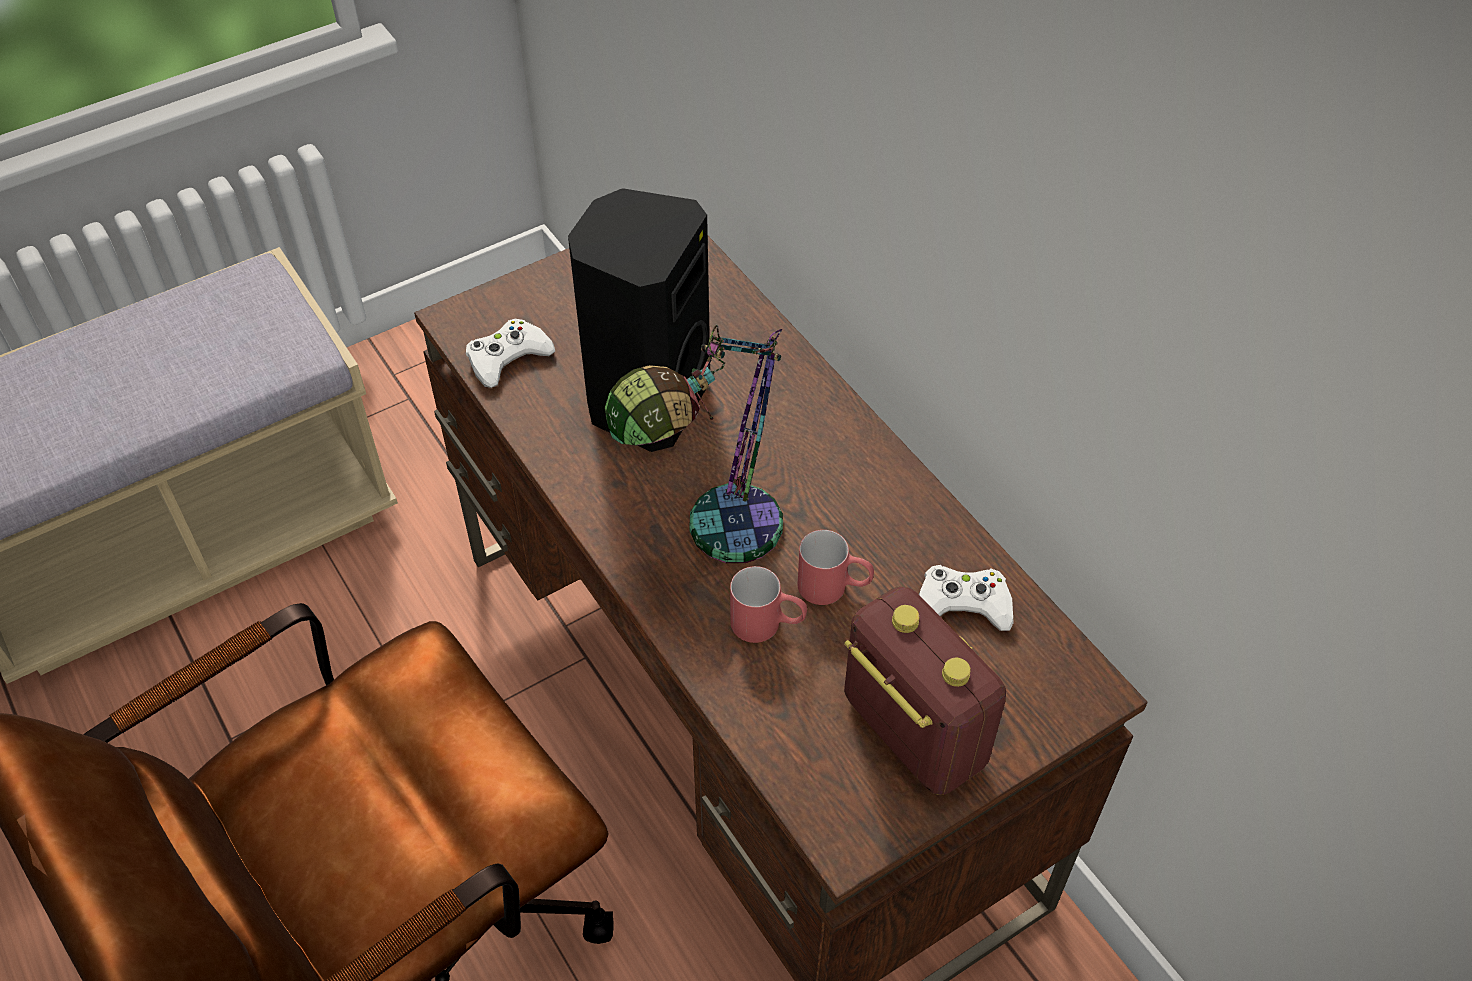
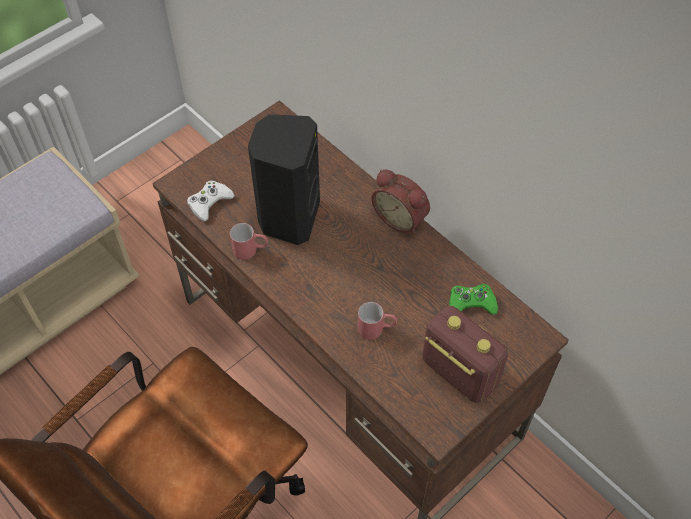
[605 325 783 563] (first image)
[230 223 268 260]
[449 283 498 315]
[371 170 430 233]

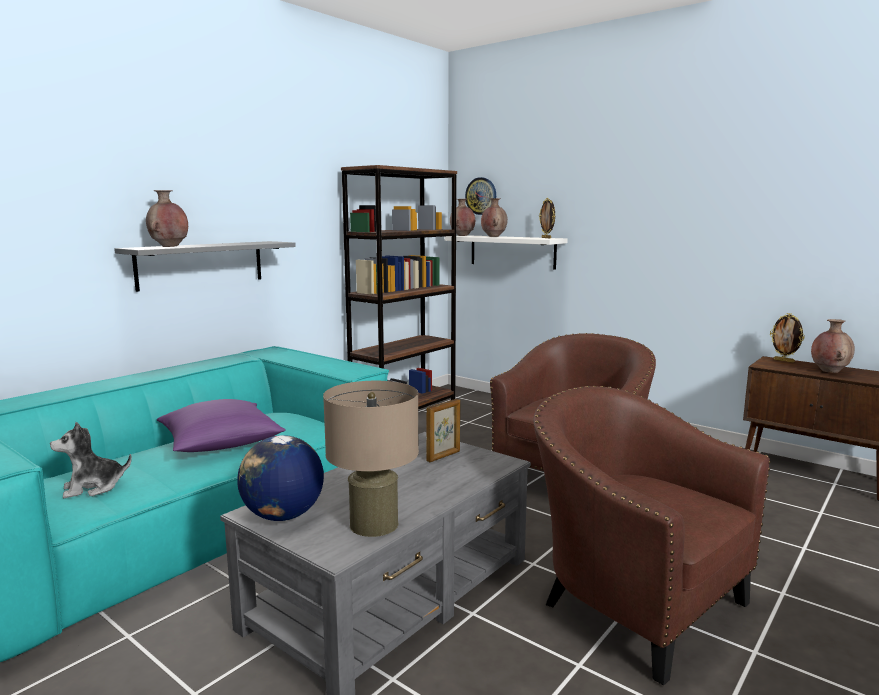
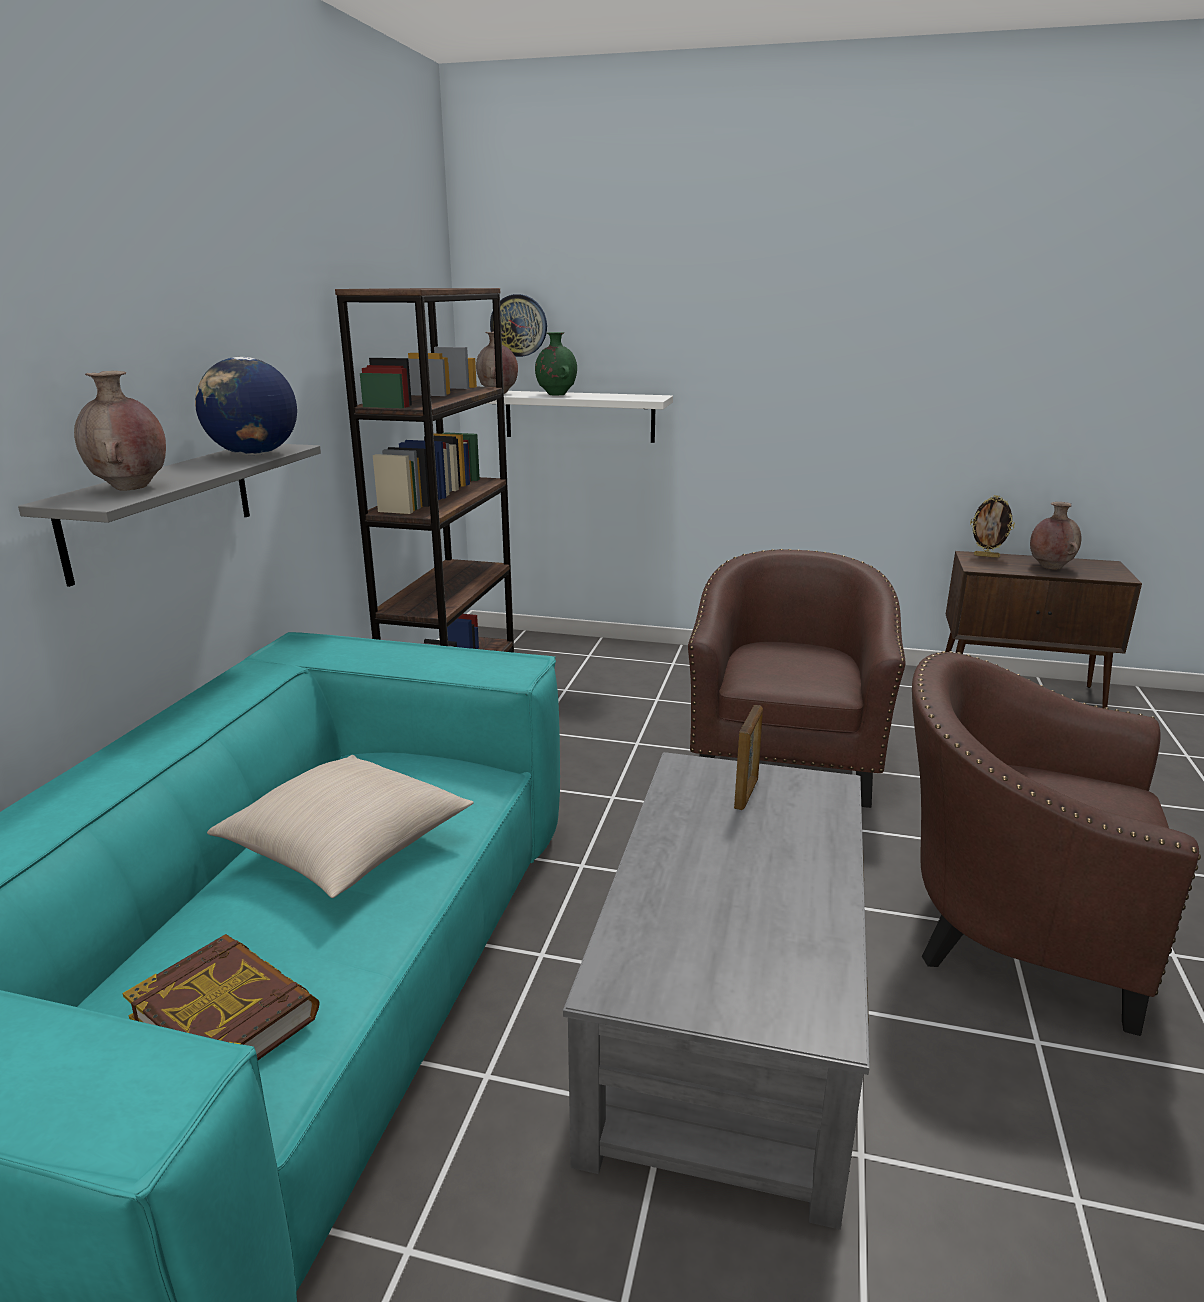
[122 934 320 1060]
[207 755 474 898]
[195 357 297 455]
[323 381 419 537] (first image)
[535 332 577 396]
[539 198 555 238] (first image)

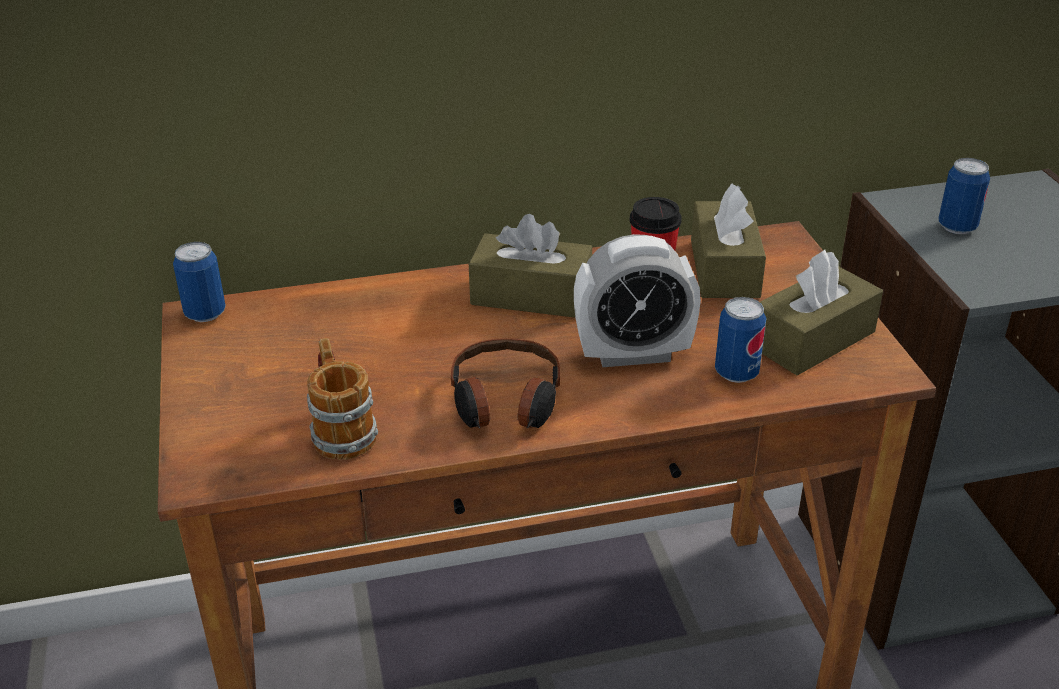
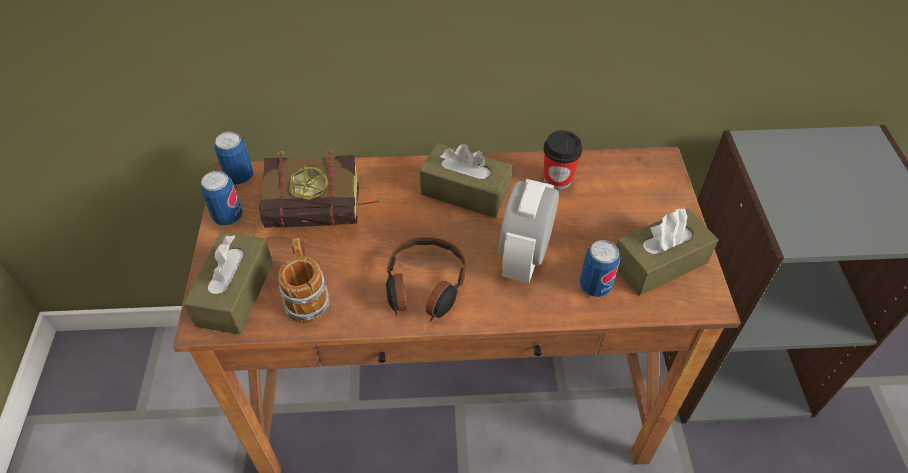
[498 179 559 283]
[183 232 273 334]
[201 171 243 226]
[259 149 383 228]

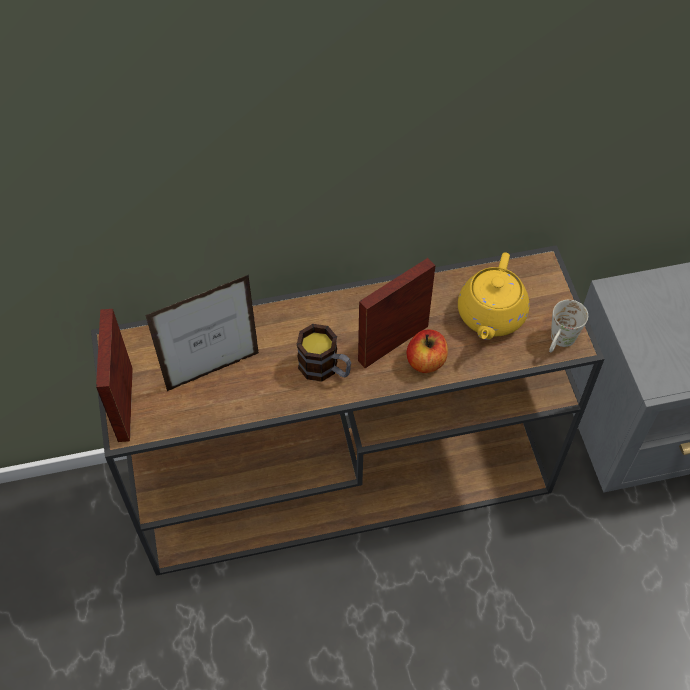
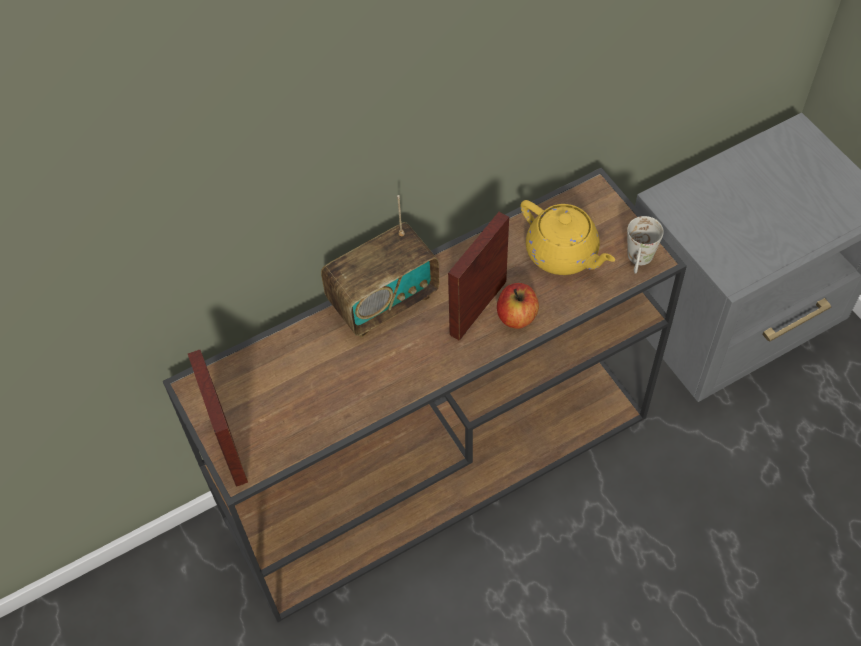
[145 274 259 391] (first image)
[297 324 351 382] (first image)
[520 200 615 275]
[321 195 439 338]

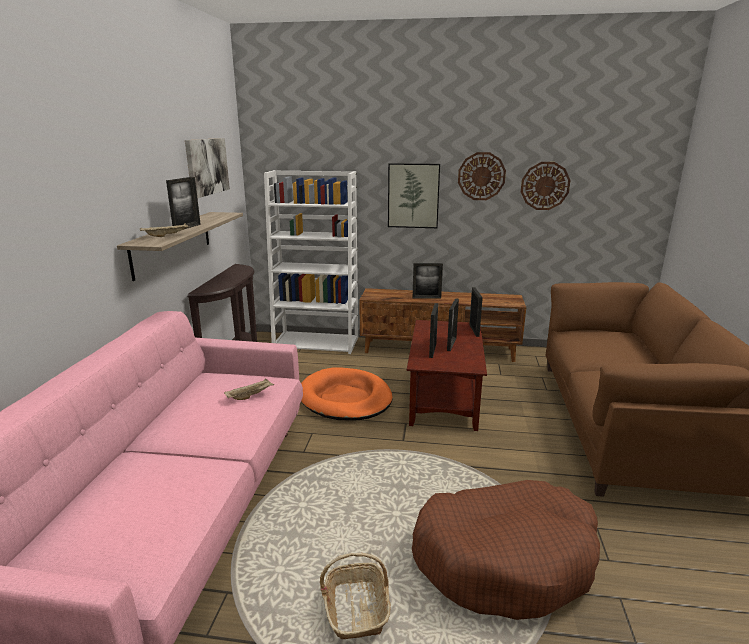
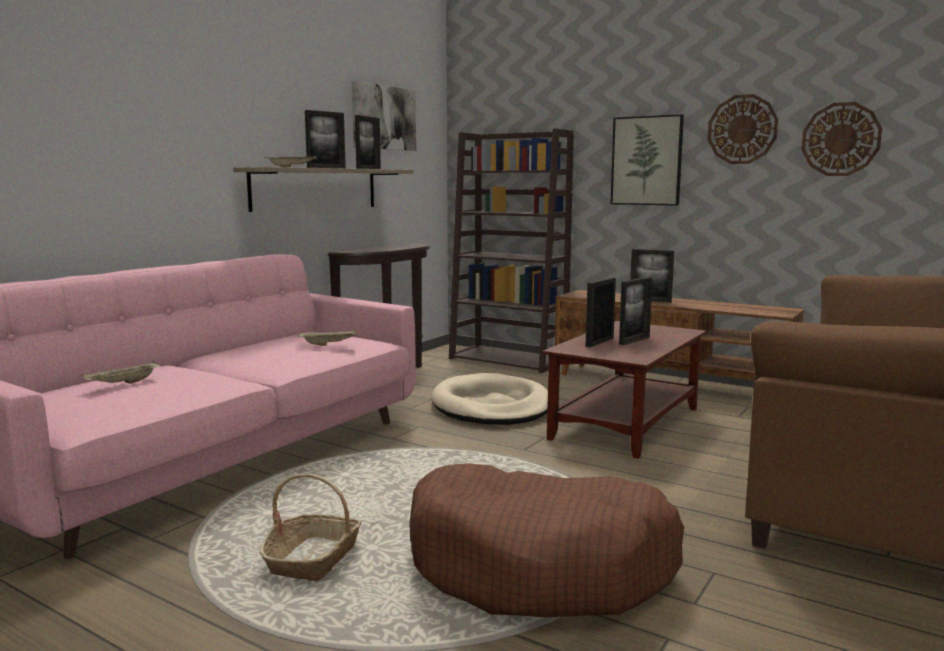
[449 128 574 374]
[431 373 548 425]
[355 115 381 169]
[82 360 161 384]

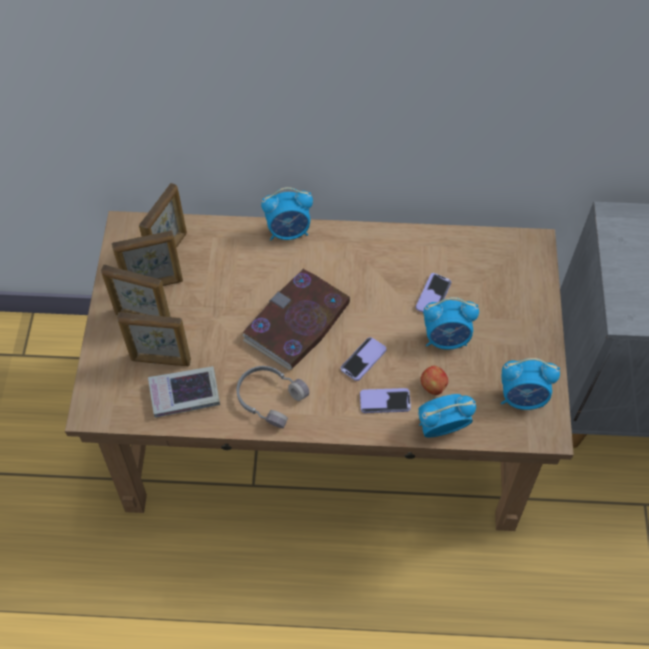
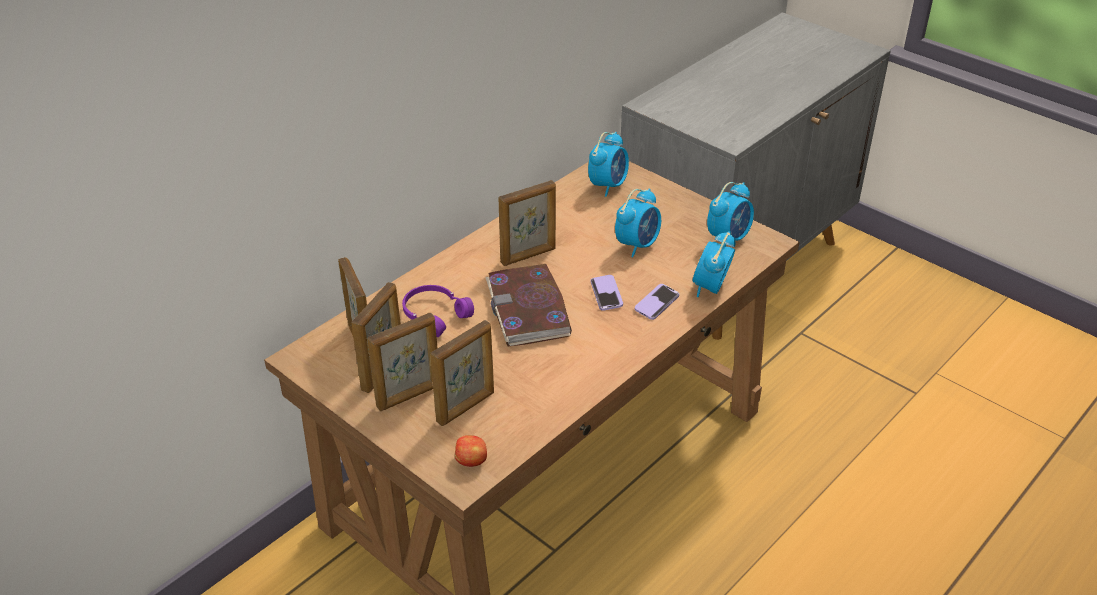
[148 366 220 418] (first image)
[237 366 309 428] (first image)
[588 132 629 197]
[416 273 451 313] (first image)
[455 435 487 467]
[402 285 474 337]
[498 180 556 266]

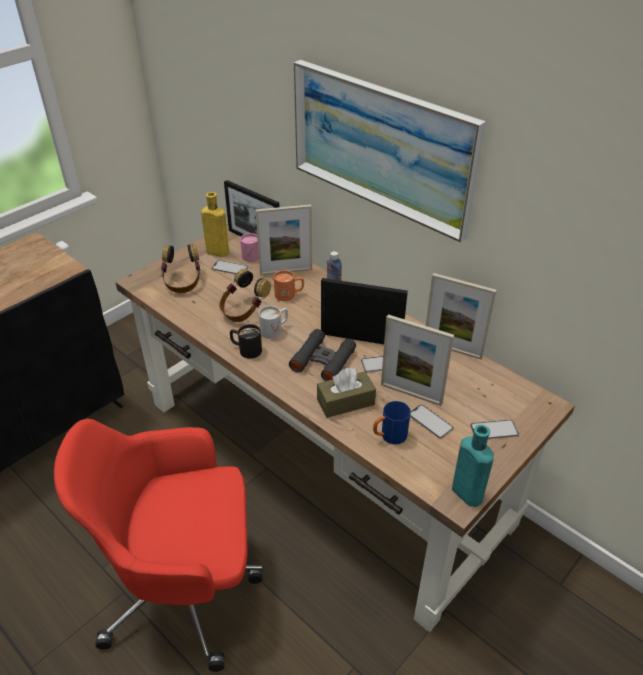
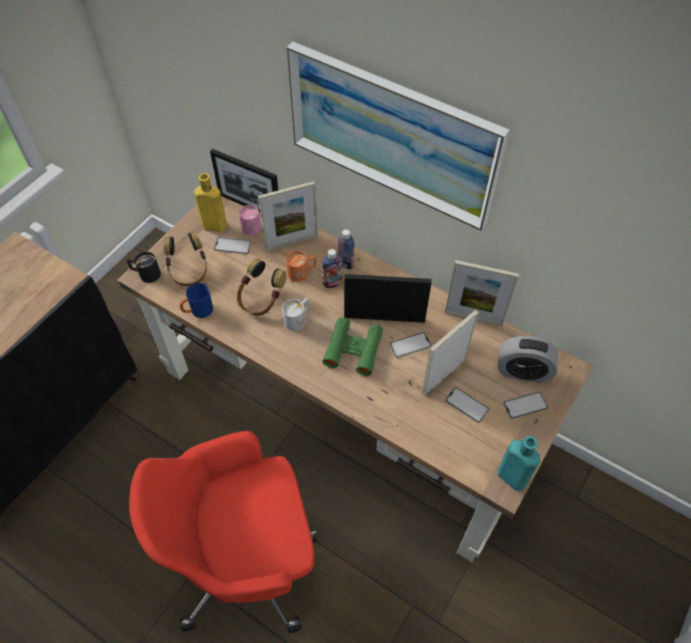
[127 252 161 283]
[323 317 383 376]
[317 368 376 418] (first image)
[180 283 213 318]
[422 310 479 396]
[322 249 343 288]
[498 336 558 383]

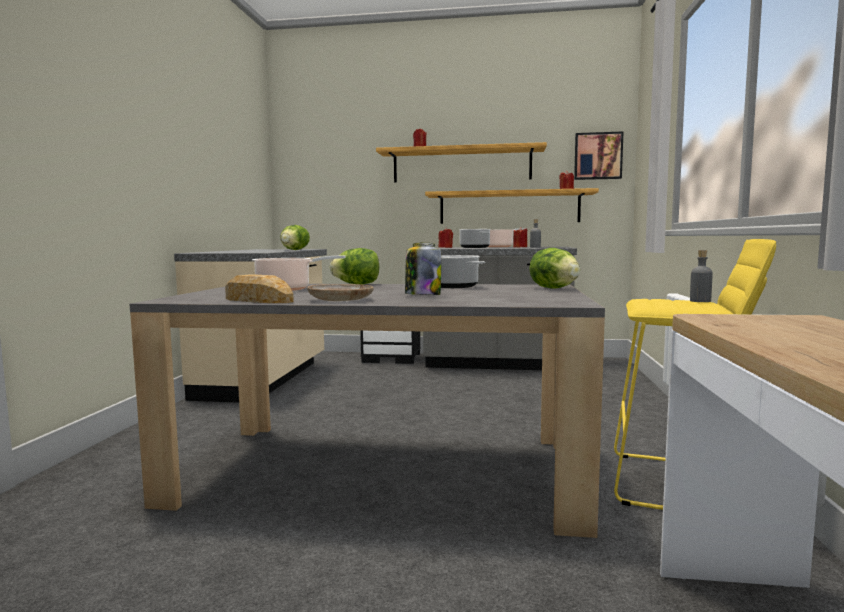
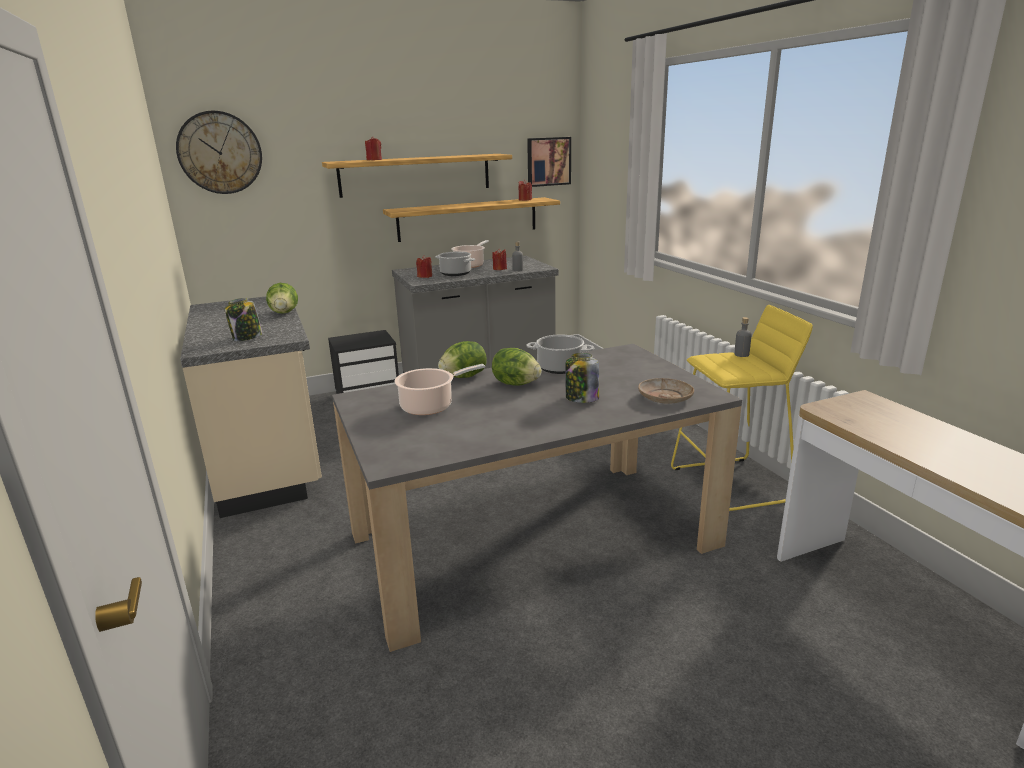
[225 274 294 303] (first image)
[638 378 694 404]
[492 348 542 386]
[176 111 262 194]
[225 298 263 341]

